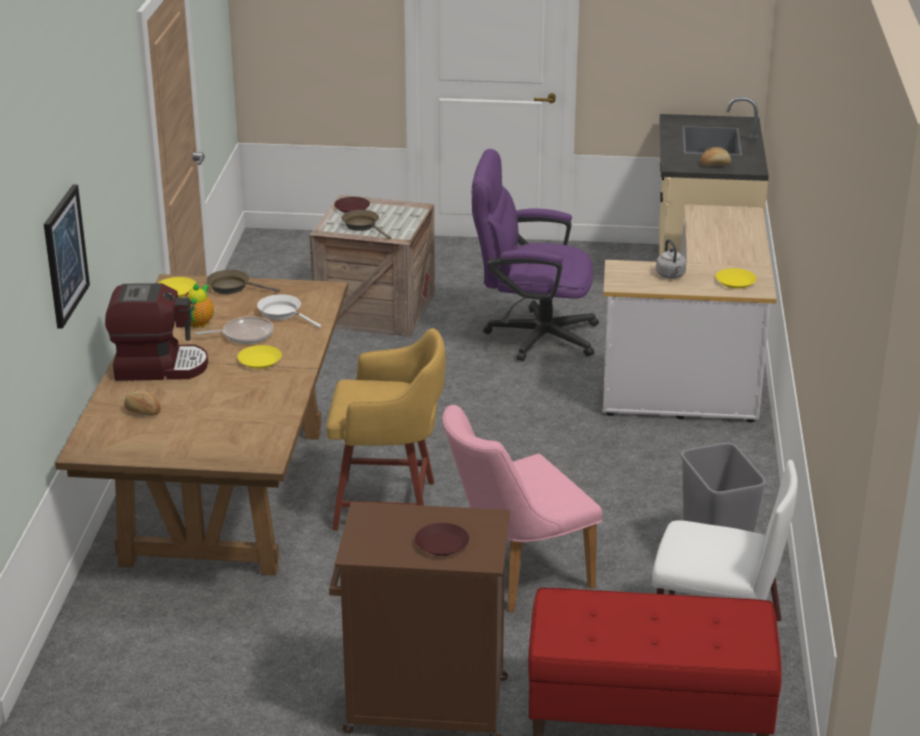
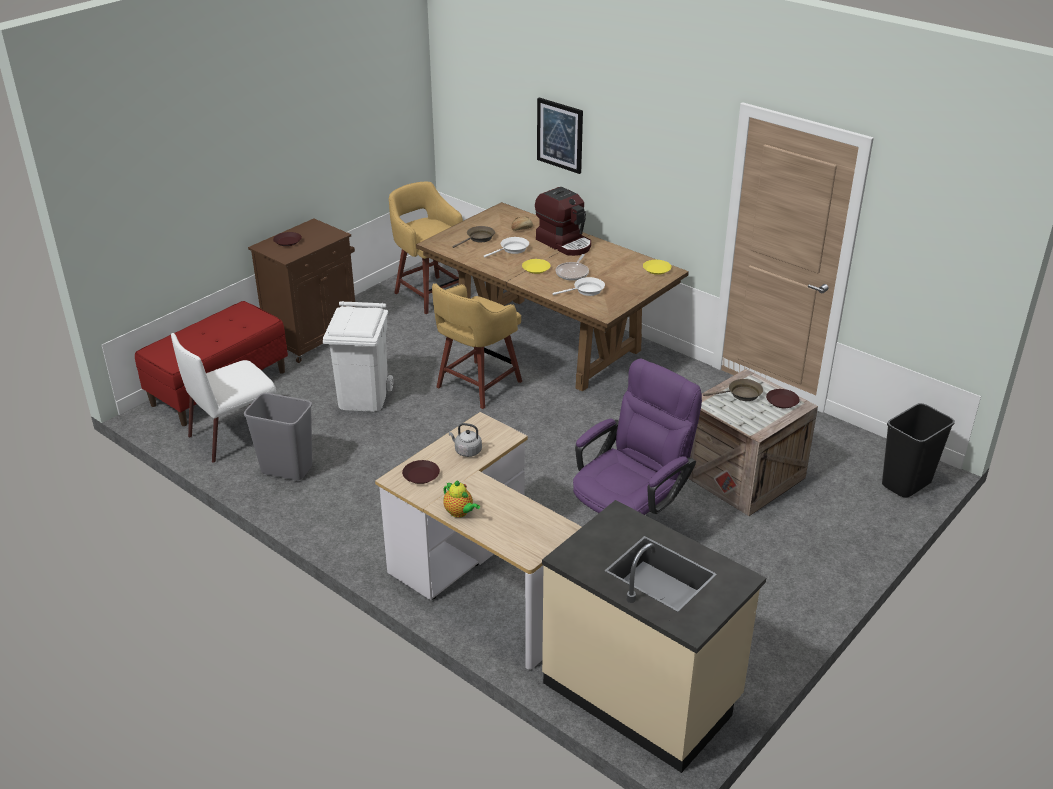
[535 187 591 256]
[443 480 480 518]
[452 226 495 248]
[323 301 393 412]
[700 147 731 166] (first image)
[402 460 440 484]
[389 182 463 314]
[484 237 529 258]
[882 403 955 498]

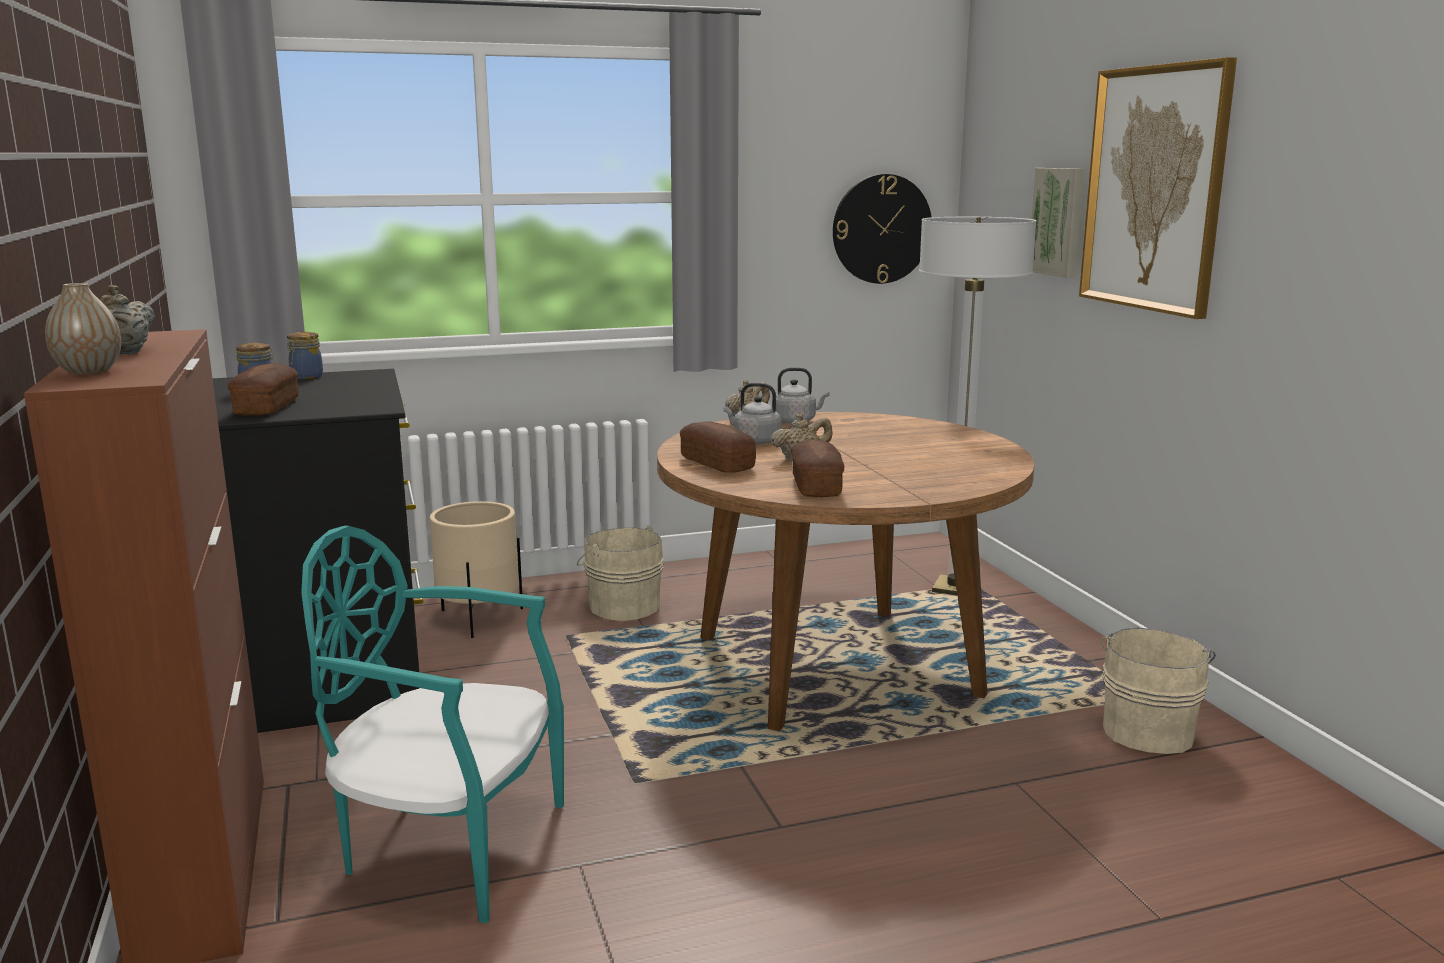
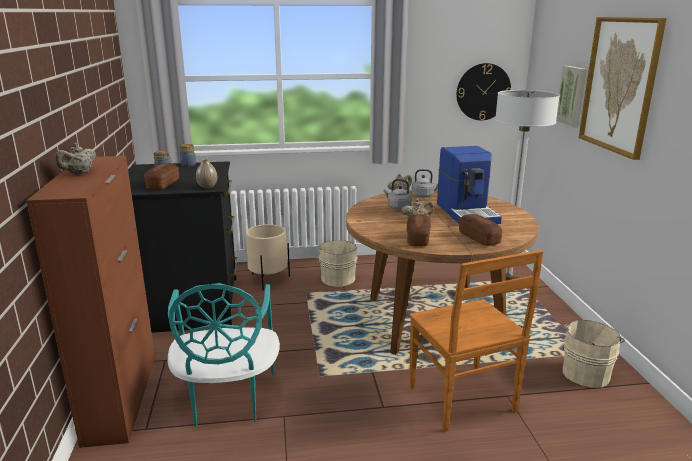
[196 159 217 188]
[168 283 280 427]
[459 214 502 246]
[409 250 544 432]
[437 146 502 224]

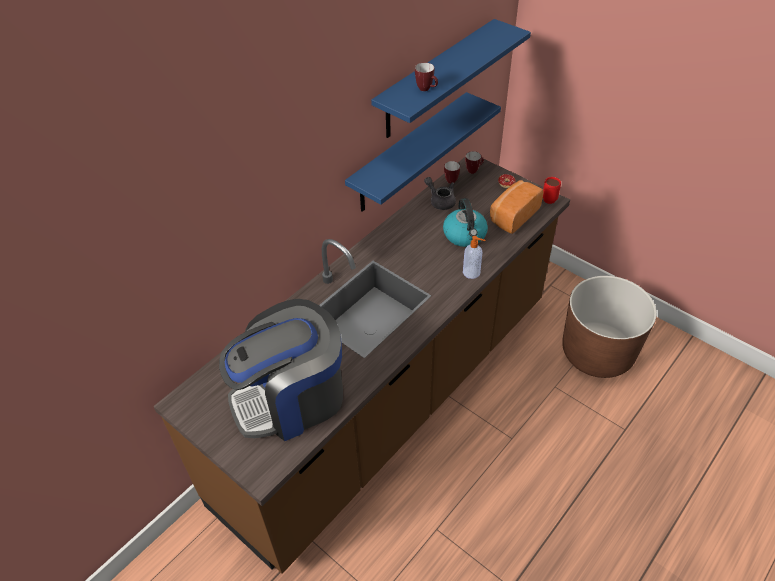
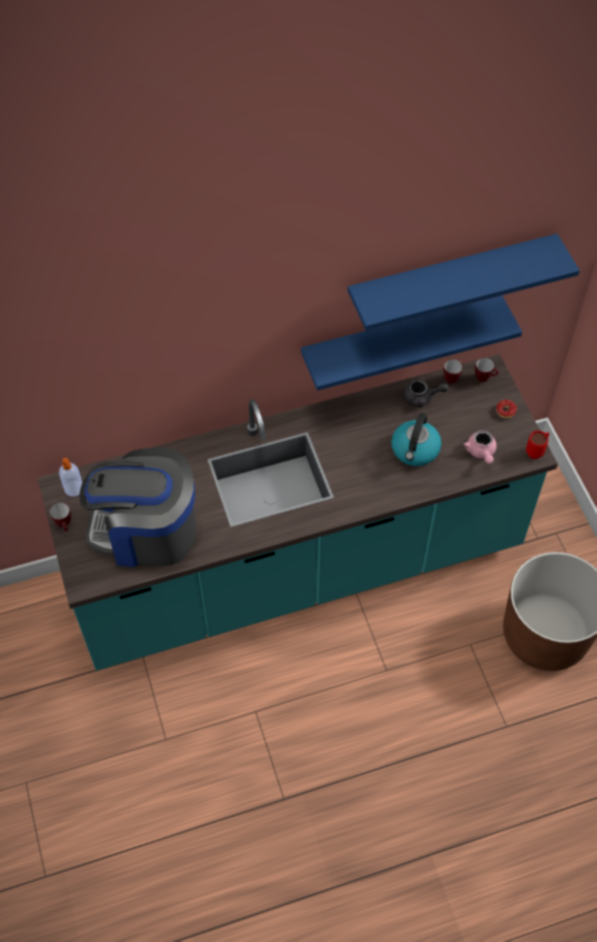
[37 354 558 671]
[50 502 71 531]
[403 379 449 408]
[59 458 82 497]
[463 430 497 464]

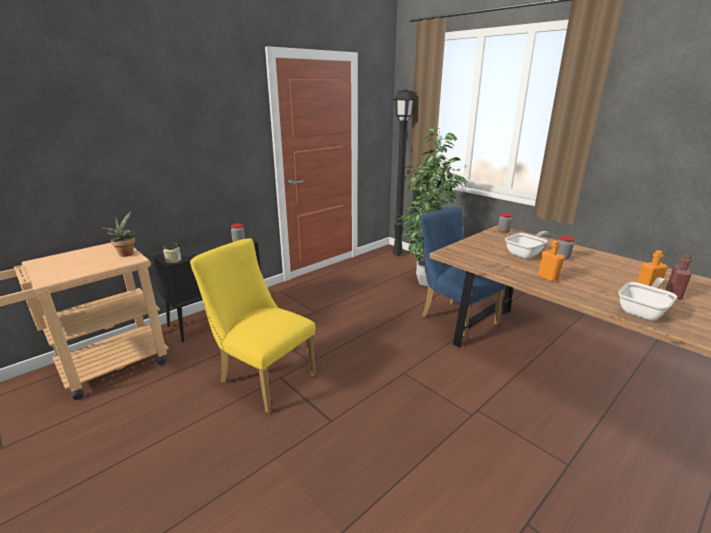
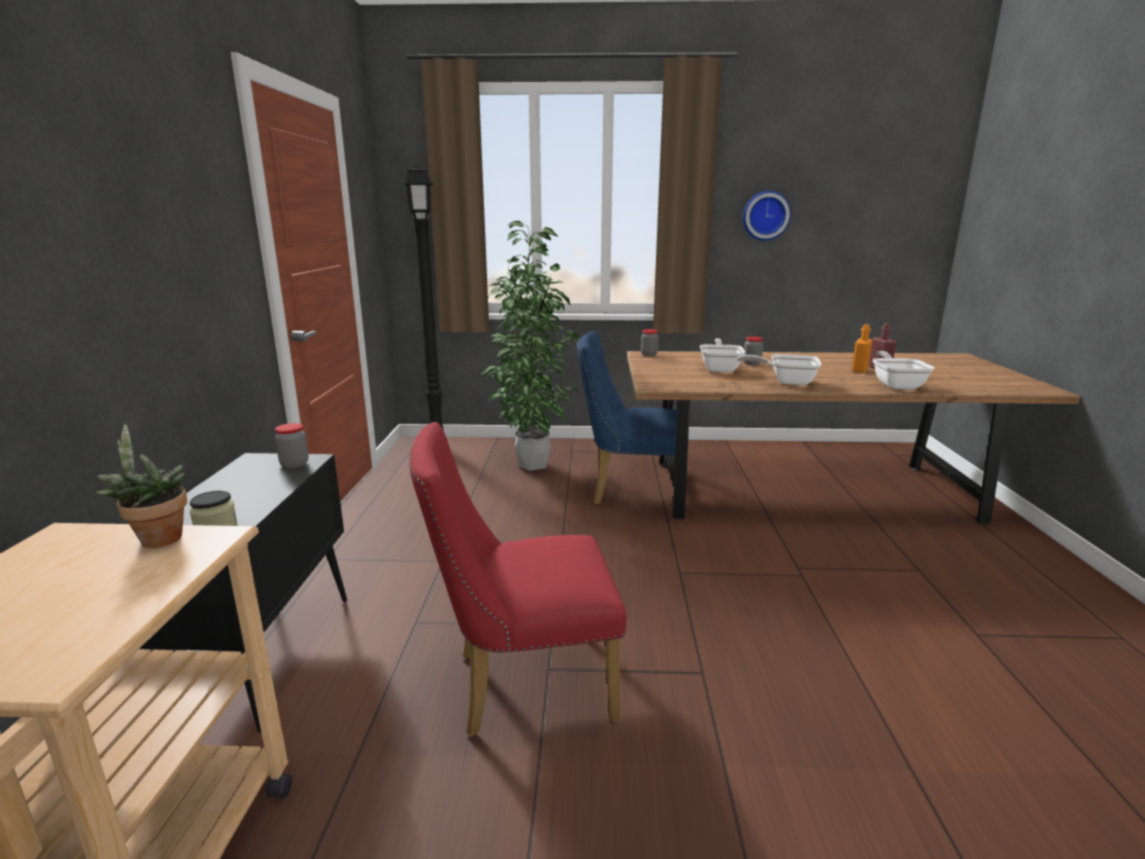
[409 422 627 737]
[737 354 821 385]
[743 191 791 241]

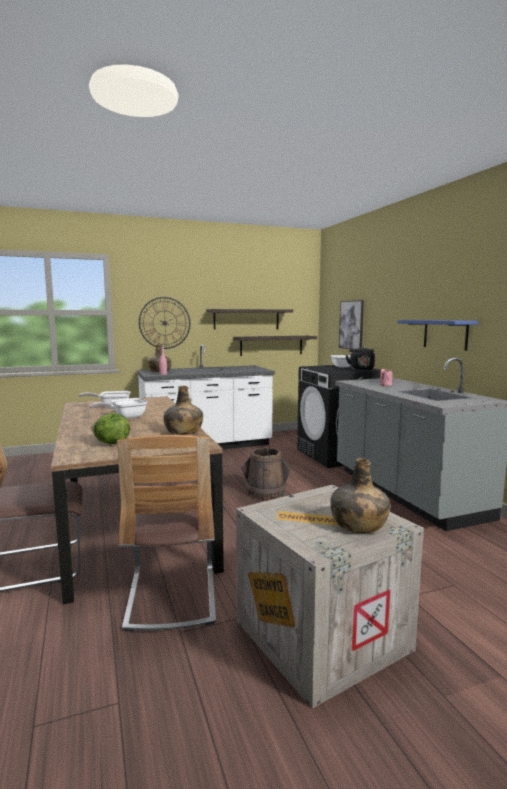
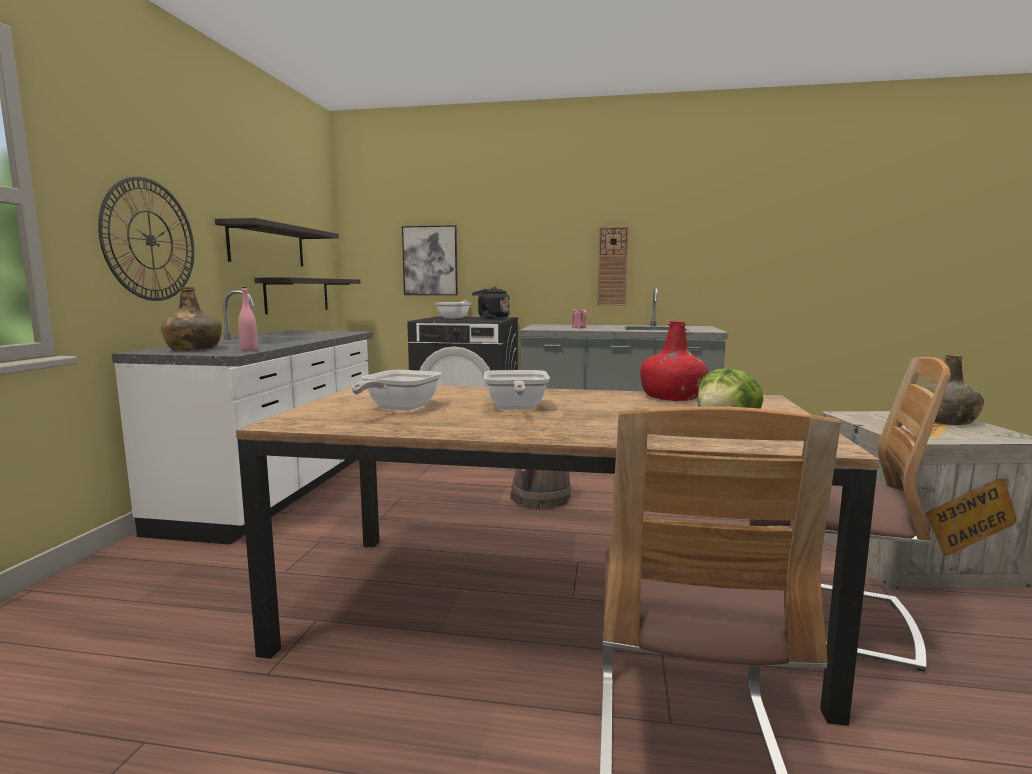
[640 321 708 401]
[597 226 629 306]

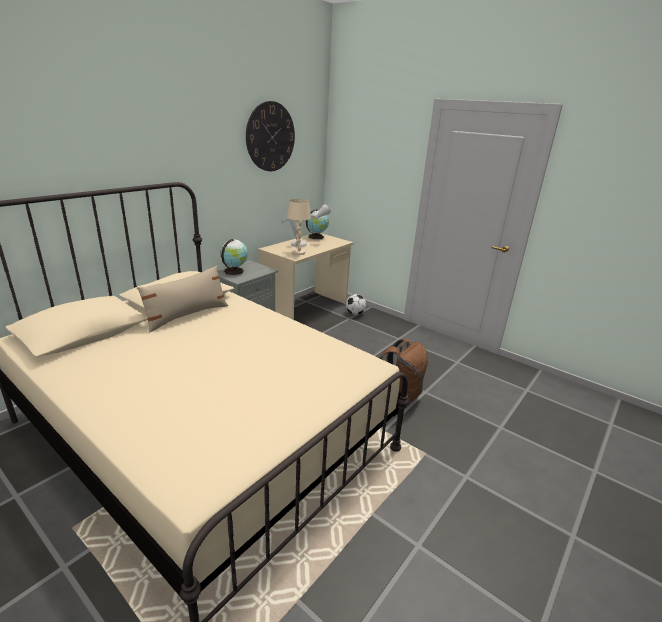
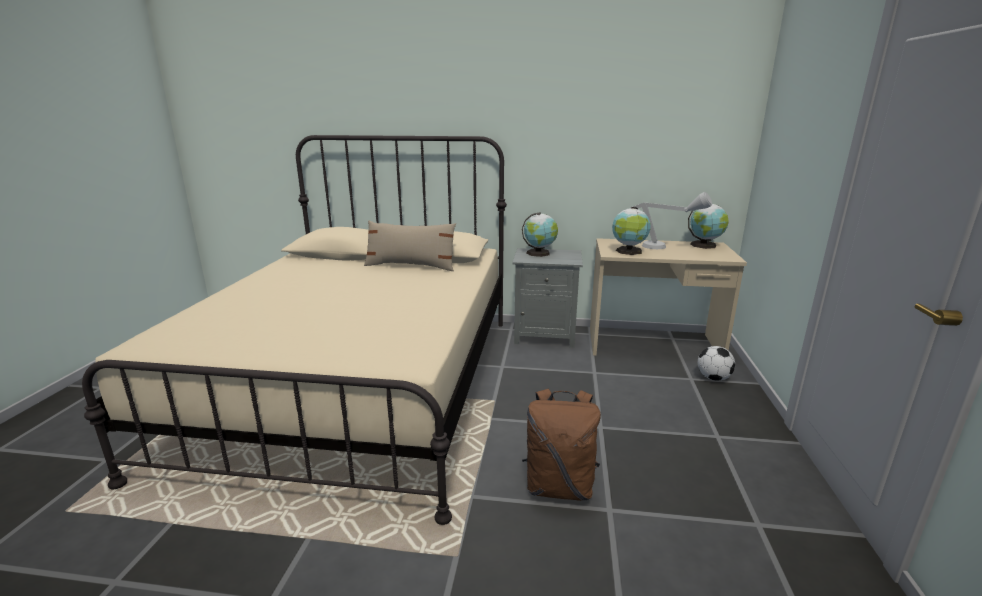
[246 101 295 171] (first image)
[612 207 650 255]

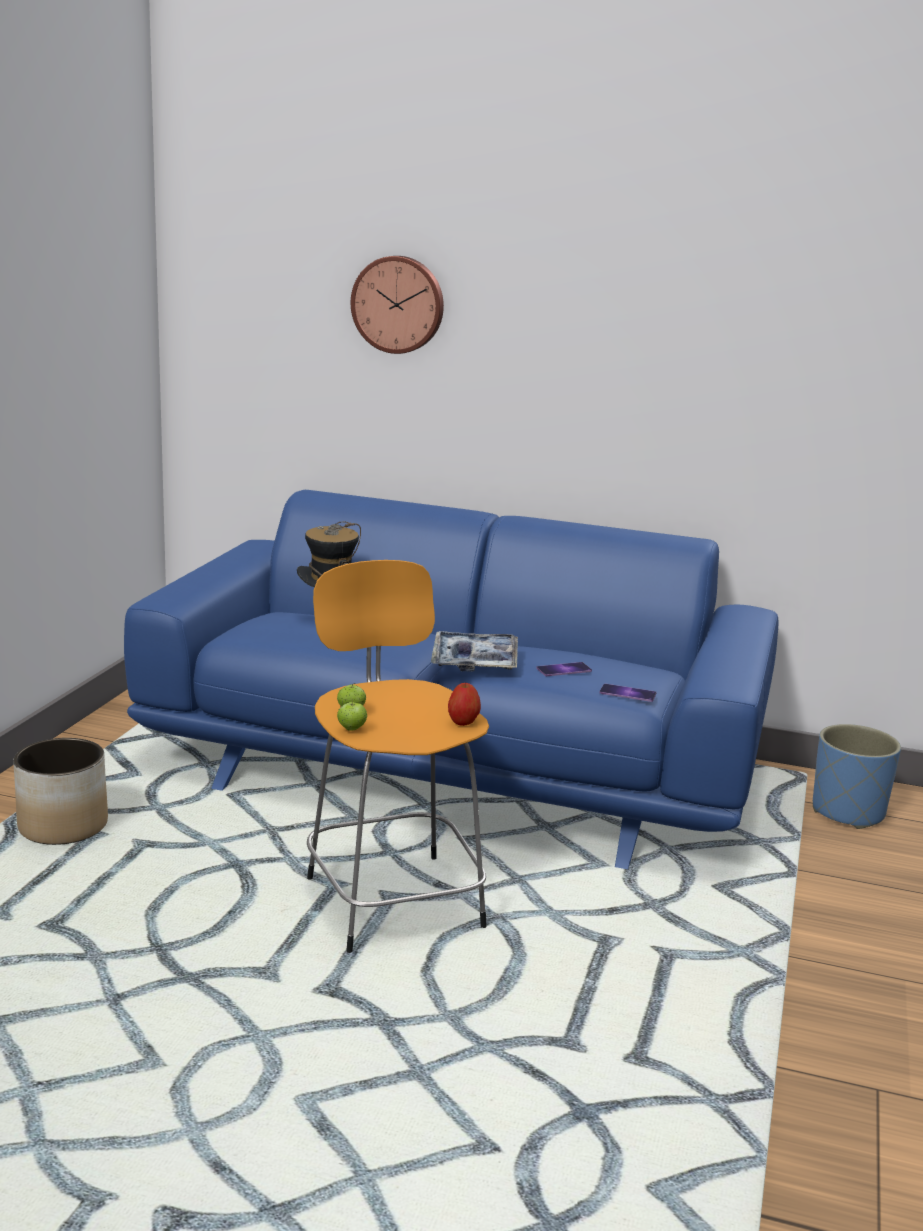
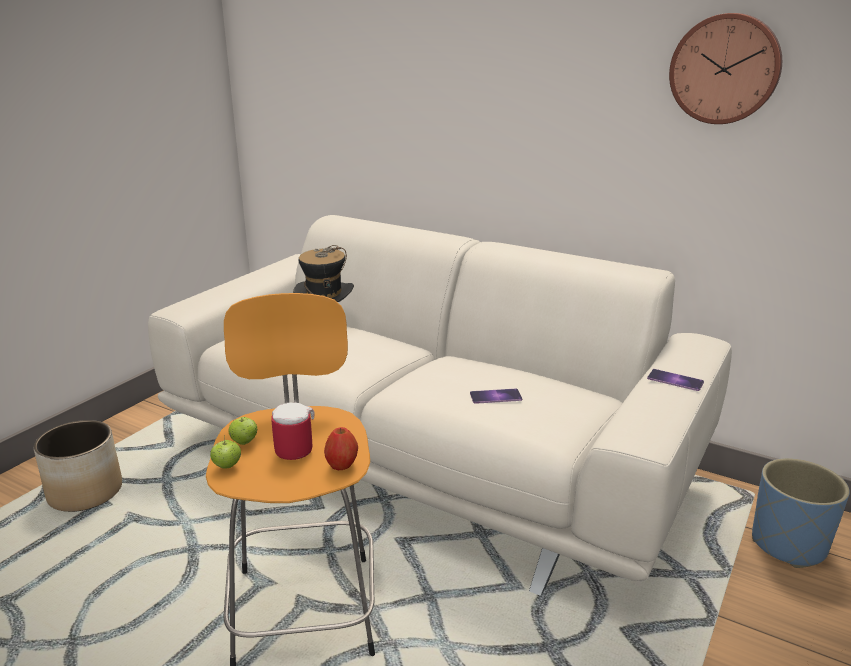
[148 215 732 596]
[669 13 782 124]
[431 631 518 672] (first image)
[647 369 704 391]
[271 402 315 460]

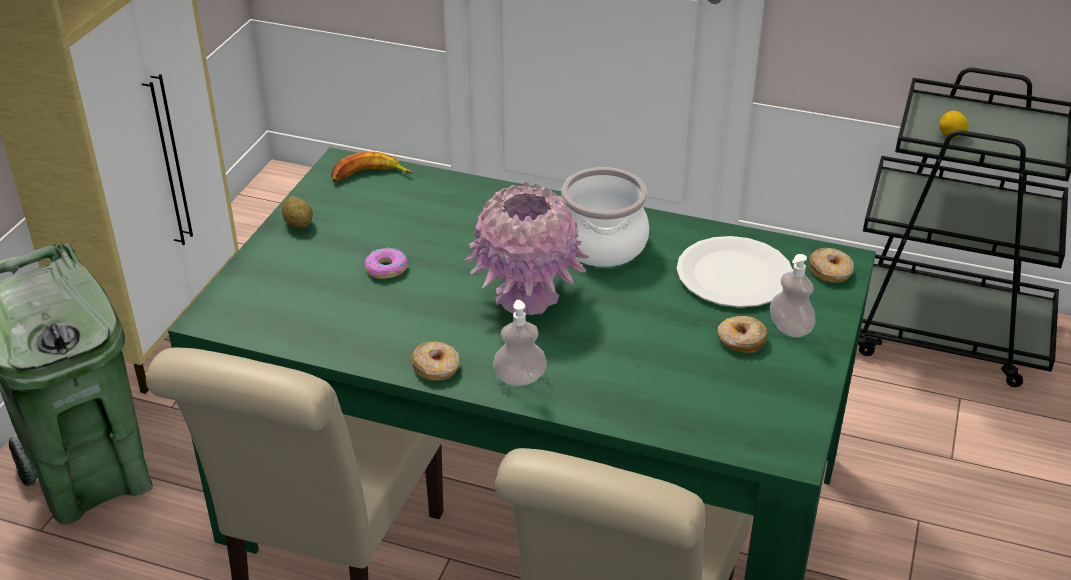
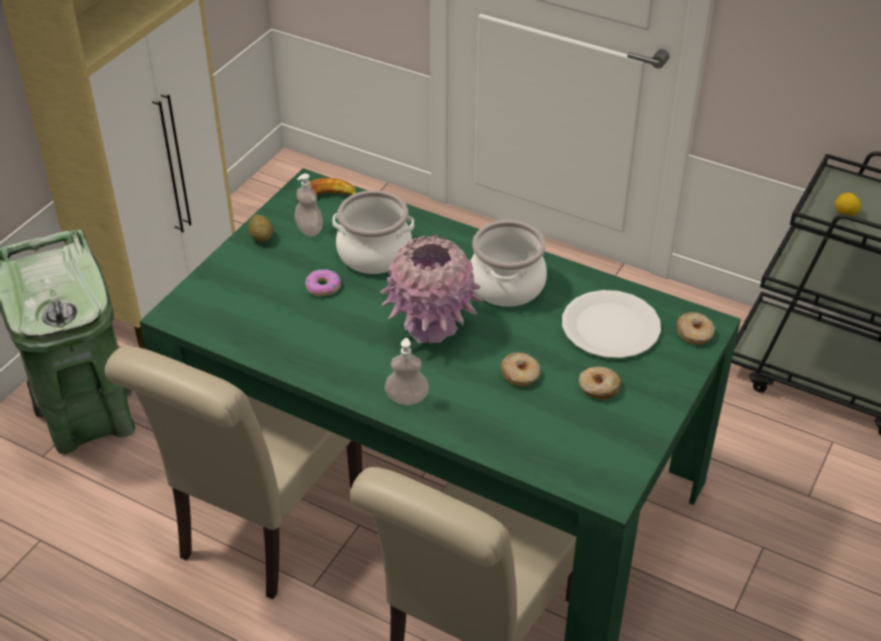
[501 352 540 386]
[294 173 323 236]
[332 190 414 274]

